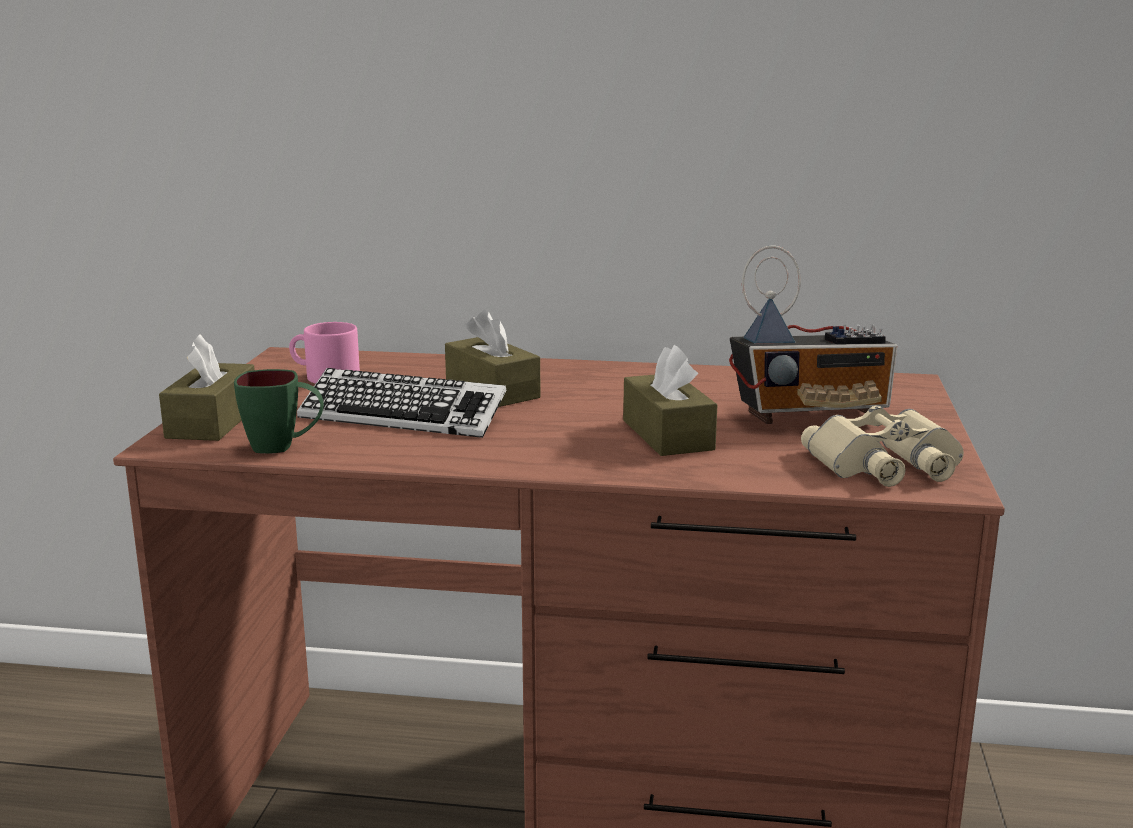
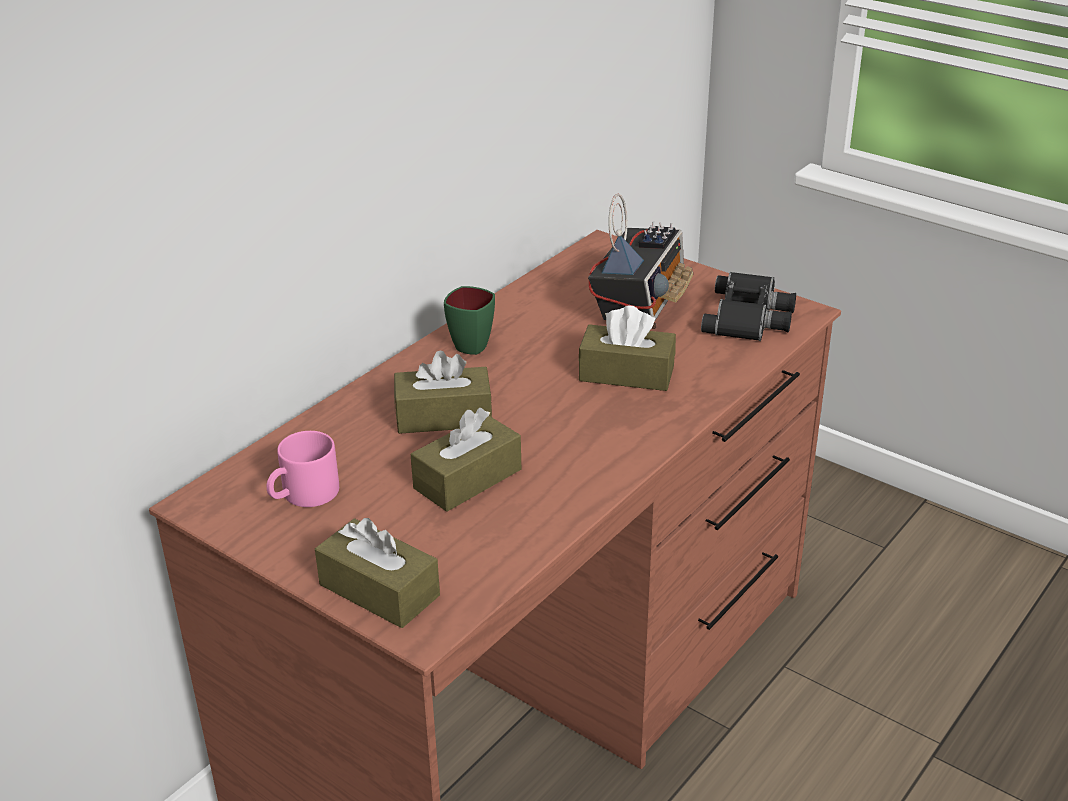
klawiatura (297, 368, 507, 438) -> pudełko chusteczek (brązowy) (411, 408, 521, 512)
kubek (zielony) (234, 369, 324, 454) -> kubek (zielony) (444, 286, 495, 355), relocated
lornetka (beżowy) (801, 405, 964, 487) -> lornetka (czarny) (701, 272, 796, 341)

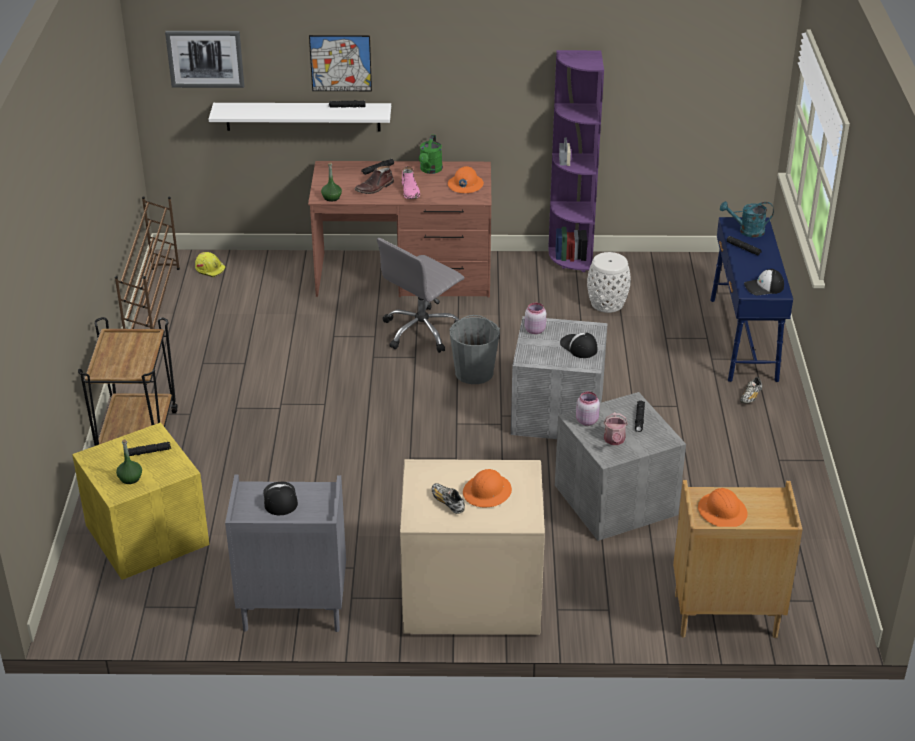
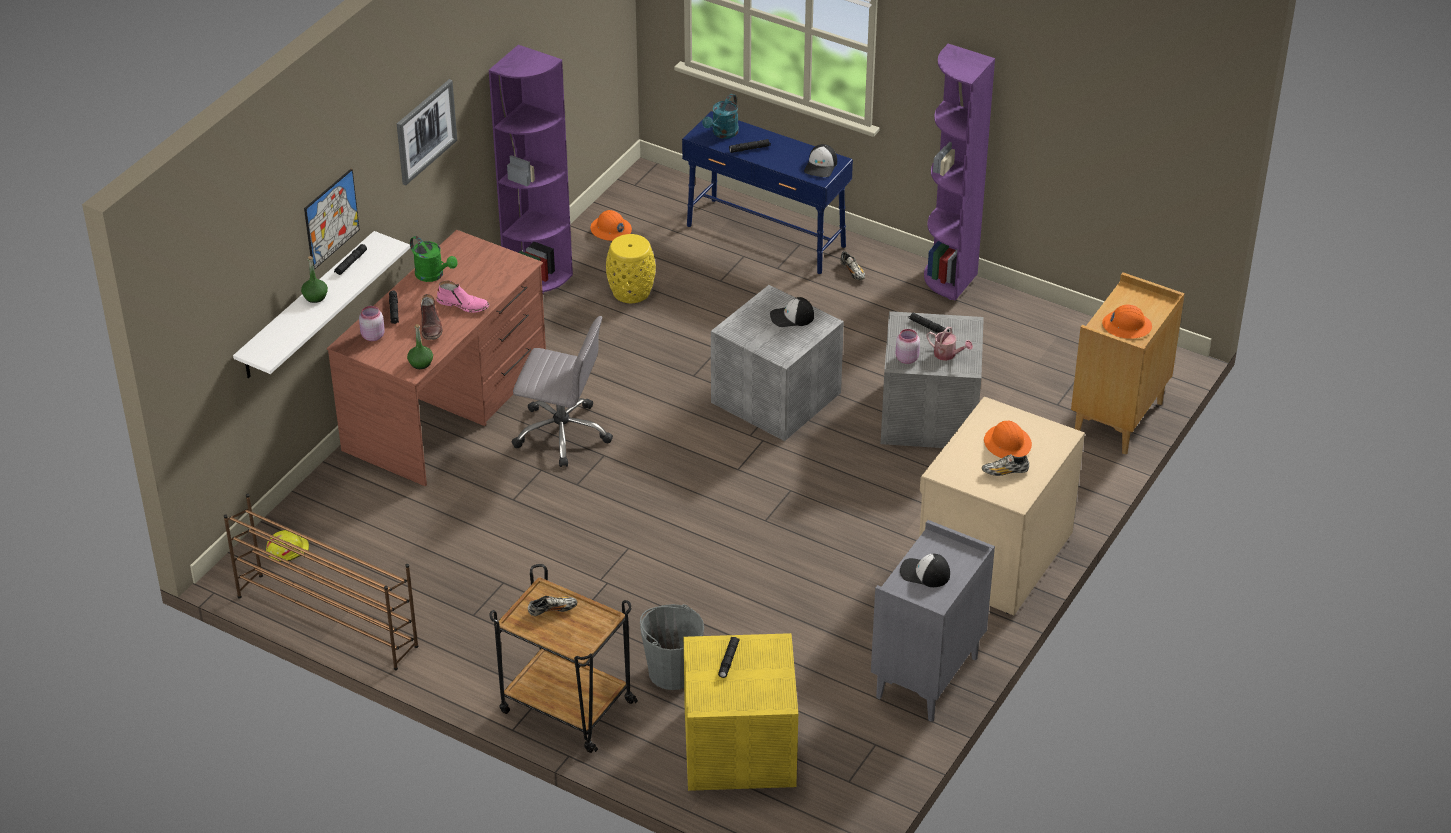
obraz (165, 31, 244, 88) -> obraz (397, 79, 457, 185), relocated
kask (pomarańczowy) (448, 166, 484, 193) -> kask (pomarańczowy) (591, 210, 632, 241), relocated
krzesło biurowe (szary) (377, 238, 464, 353) -> krzesło biurowe (szary) (512, 316, 613, 467), 60 degrees counterclockwise
stołek (biały) (587, 252, 631, 313) -> stołek (żółty) (606, 234, 656, 303)
słoik (różowy) (525, 303, 546, 334) -> słoik (różowy) (359, 306, 385, 341), relocated
wiadro (szary) (449, 315, 500, 384) -> wiadro (szary) (640, 604, 704, 690), relocated
butelka (zielony) (116, 439, 142, 484) -> butelka (zielony) (301, 256, 328, 303), relocated
none -> regał (fioletowy) (924, 44, 995, 301)
none -> but (528, 596, 577, 616)

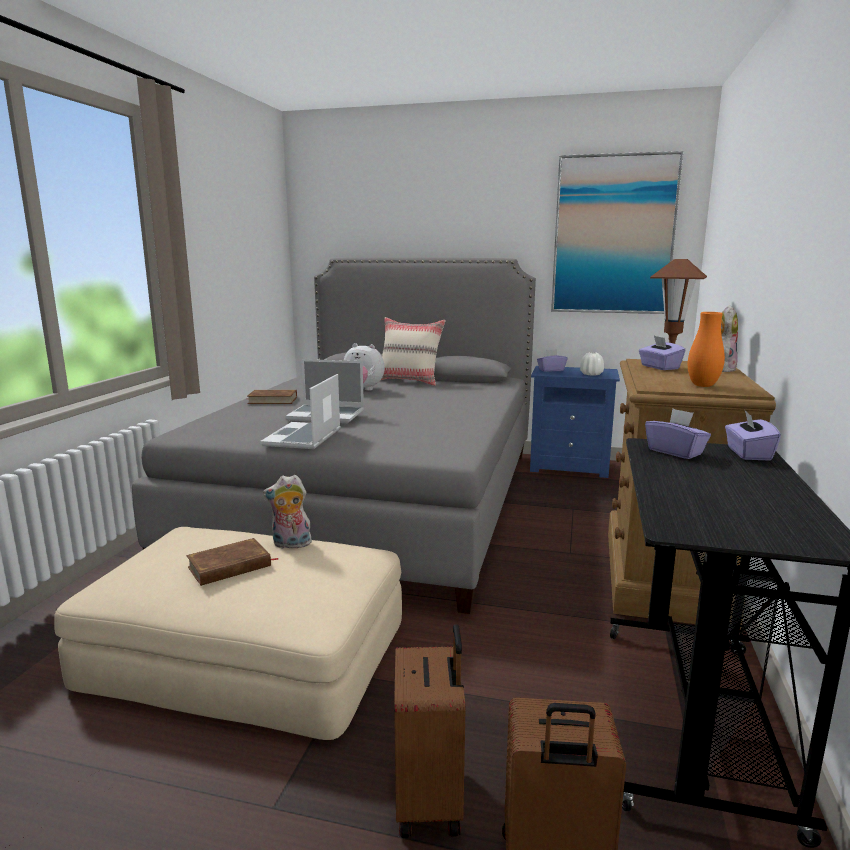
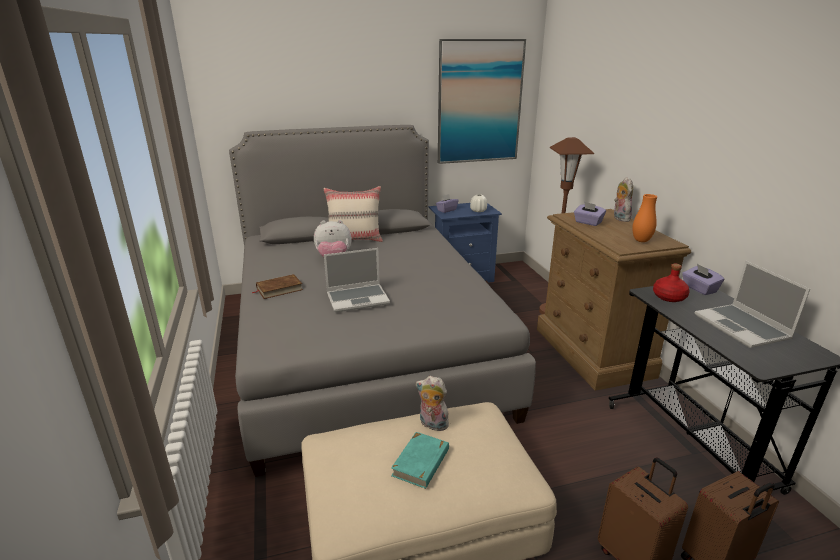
laptop (260, 374, 341, 449) -> laptop (695, 261, 810, 348), relocated
pudełko chusteczek (fioletowy) (645, 409, 711, 459) -> butelka (czerwony) (653, 264, 690, 302)
pluszak (263, 475, 313, 549) -> pluszak (416, 376, 449, 431), 60 degrees clockwise
książka (brązowy) (186, 538, 278, 586) -> książka (turkusowy) (391, 432, 449, 489)

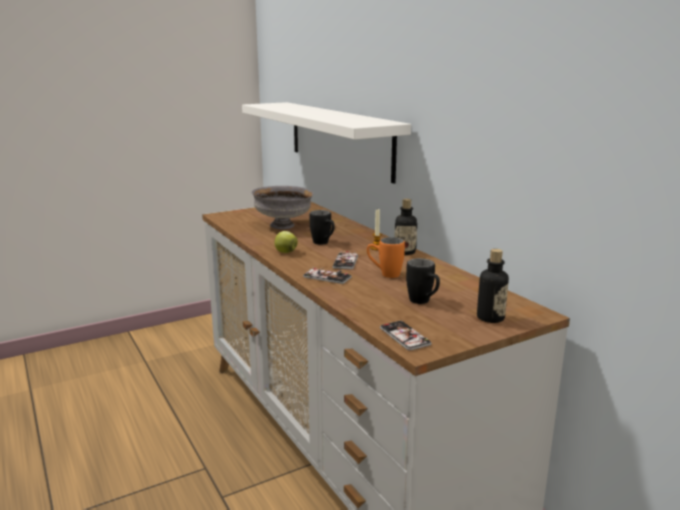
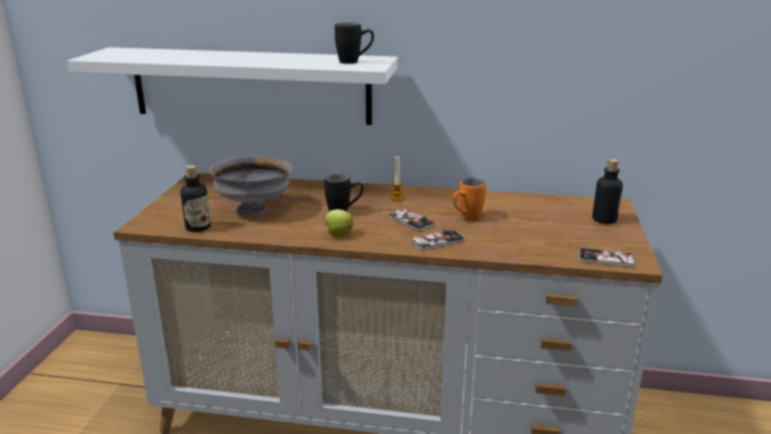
butelka (395, 199, 417, 255) -> butelka (181, 165, 211, 232), relocated
kubek (czarny) (406, 258, 440, 304) -> kubek (czarny) (335, 22, 374, 64), relocated

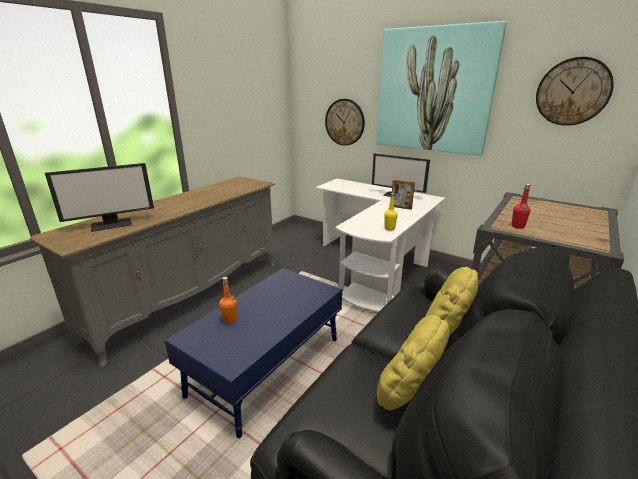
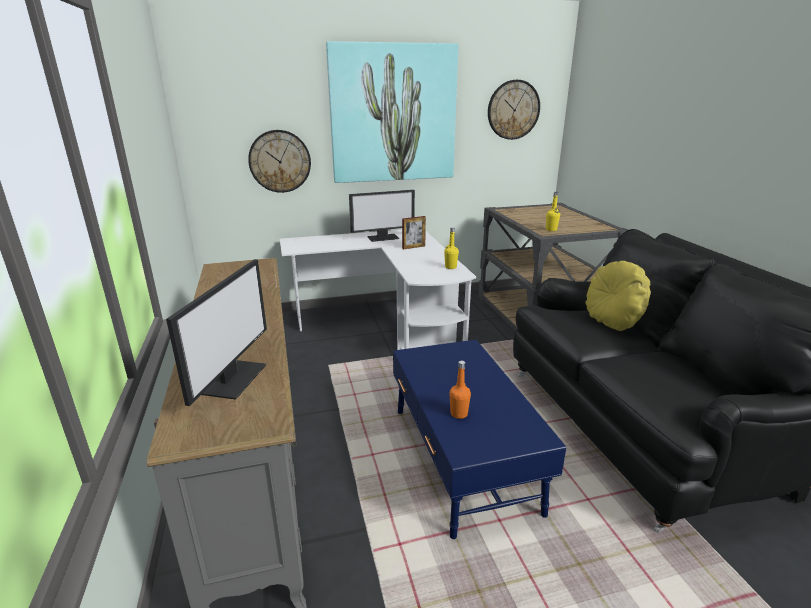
butelka (czerwony) (511, 184, 531, 229) -> butelka (żółty) (546, 191, 560, 231)
poduszka (żółty) (377, 315, 450, 410) -> none

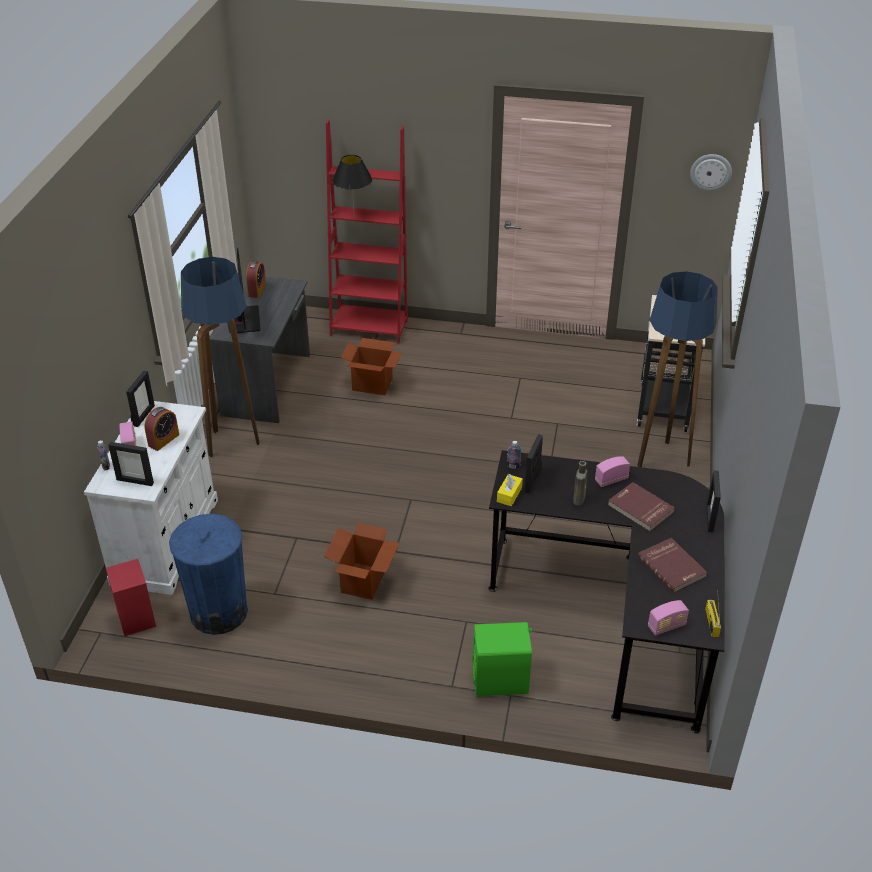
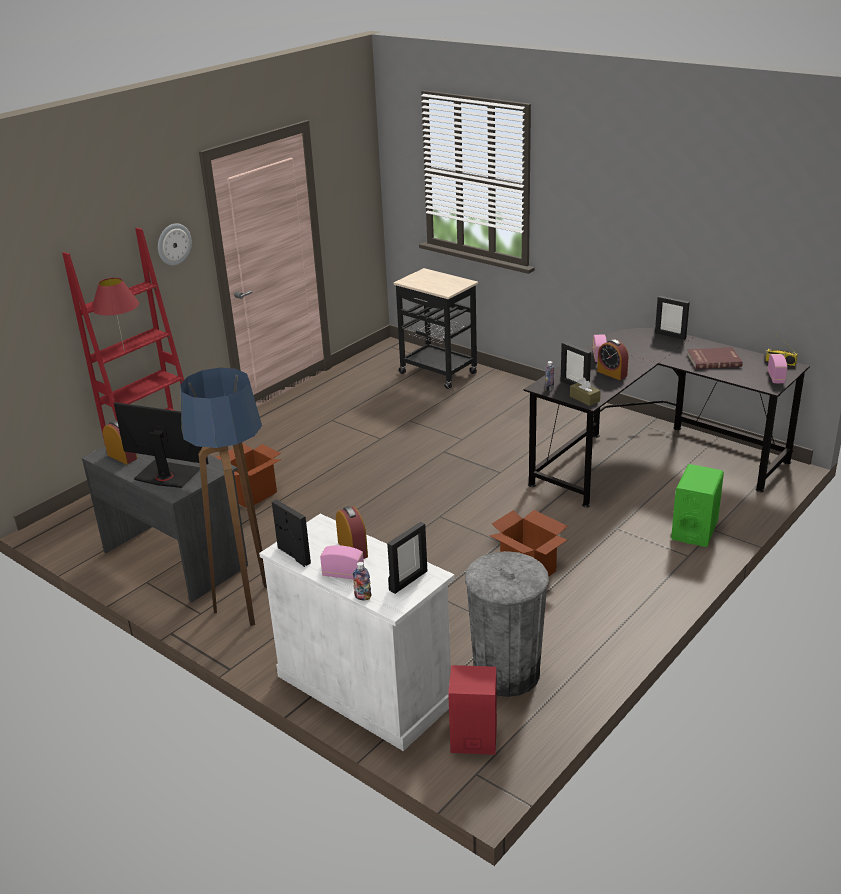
zegar ścienny (690, 154, 732, 191) -> zegar ścienny (158, 223, 192, 265), relocated
lampa stołowa (czarny) (332, 155, 373, 209) -> lampa stołowa (czerwony) (92, 278, 139, 351)
lampa stojąca (637, 271, 718, 467) -> none
butelka (brązowy) (573, 461, 588, 506) -> budzik (597, 339, 628, 380)
pudełko chusteczek (żółty) (497, 474, 523, 506) -> pudełko chusteczek (brązowy) (570, 378, 601, 406)
książka (czerwony) (608, 482, 675, 531) -> none
kosz na śmieci (niebieski) (169, 514, 248, 635) -> kosz na śmieci (szary) (465, 551, 549, 697)

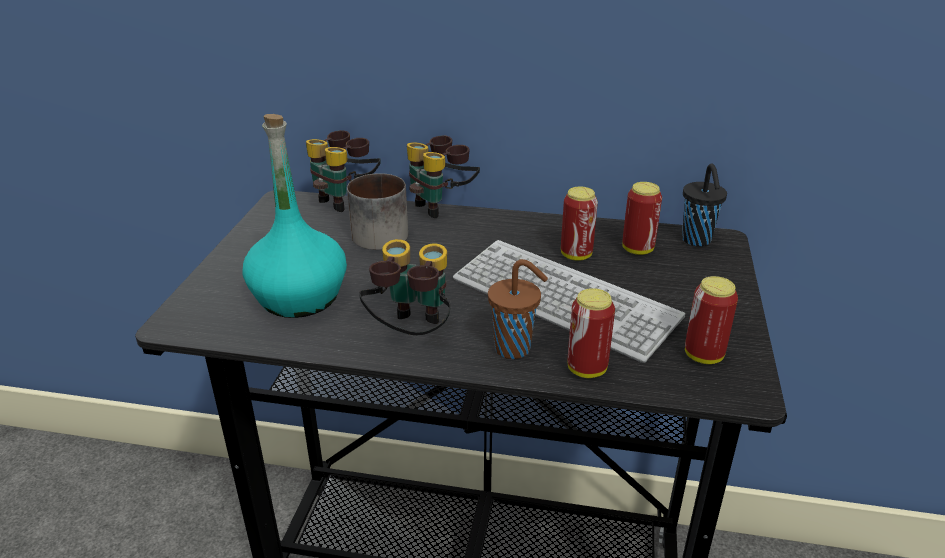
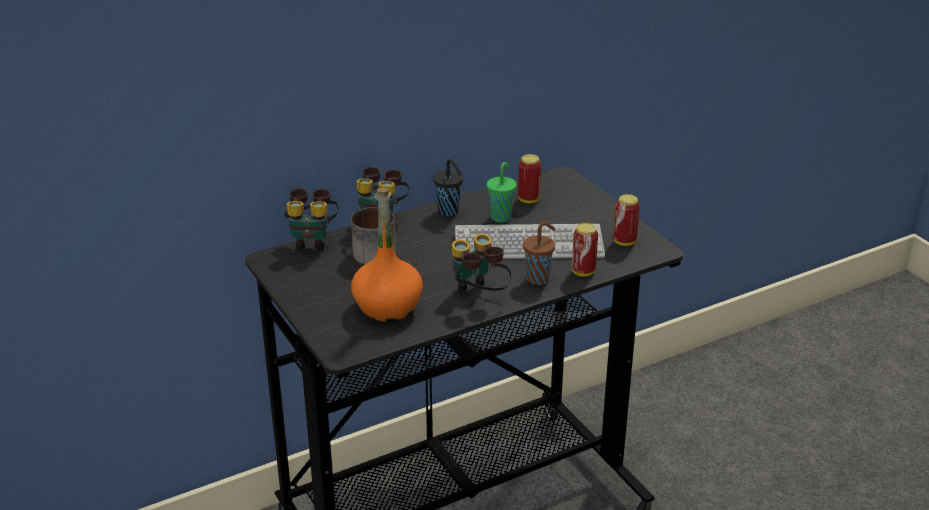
butelka (turkusowy) (242, 114, 347, 318) -> butelka (pomarańczowy) (351, 188, 423, 322)
filiżanka (czarny) (682, 164, 727, 246) -> filiżanka (czarny) (433, 159, 463, 216), relocated
puszka (561, 186, 598, 261) -> filiżanka (zielony) (487, 162, 517, 223)

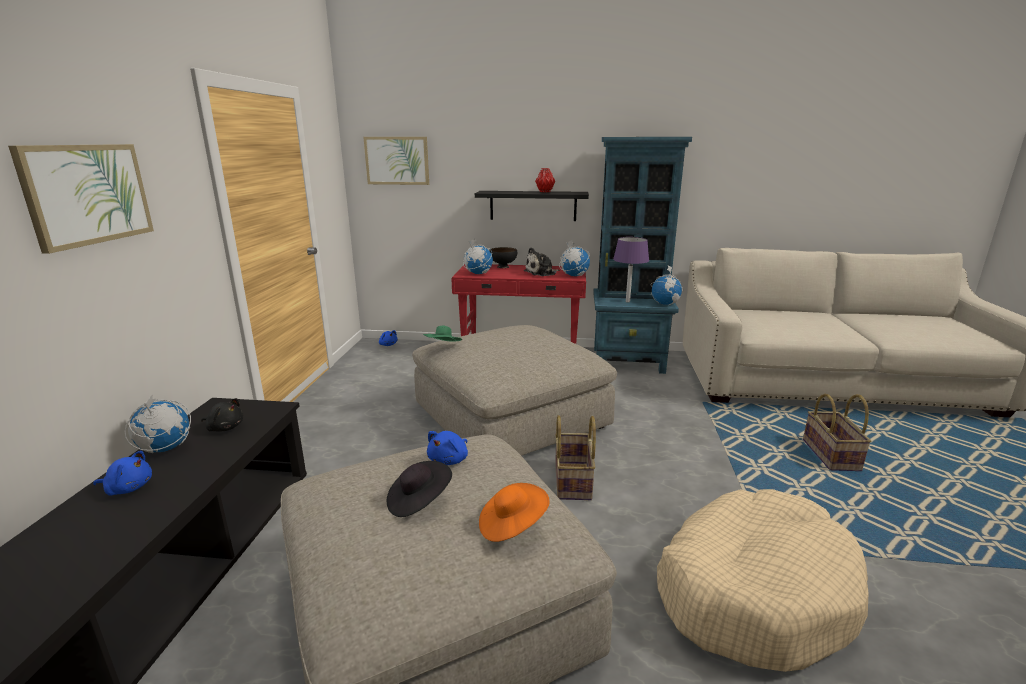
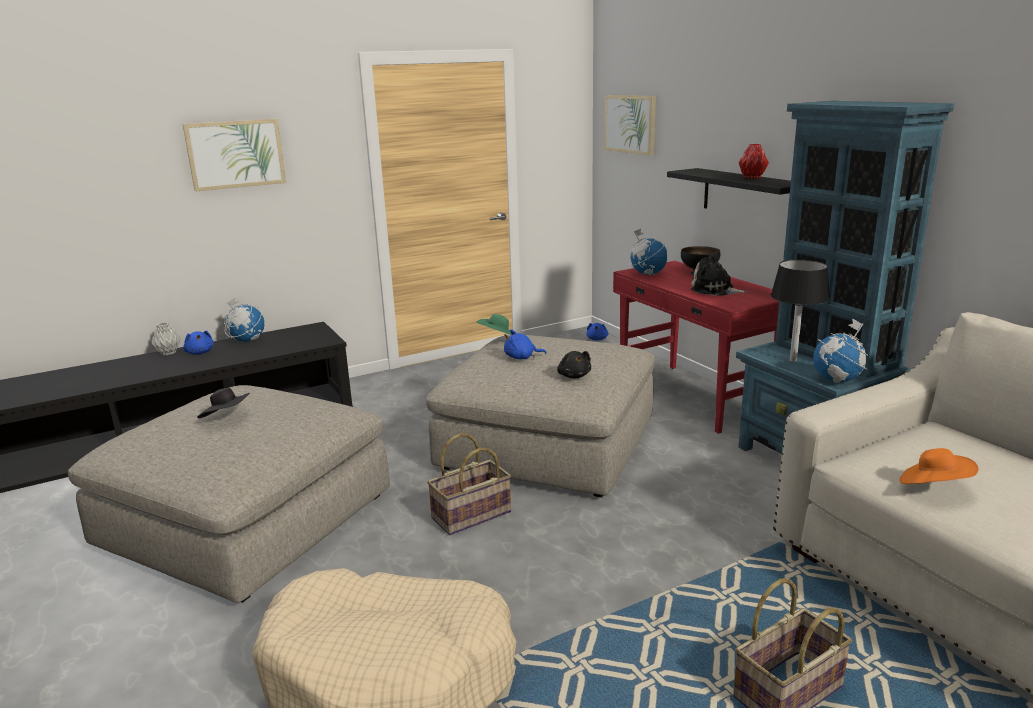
lampa stołowa (fioletowy) (613, 237, 649, 303) -> lampa stołowa (czarny) (771, 259, 830, 362)
globus (559, 240, 590, 276) -> none
pluszak (czarny) (201, 398, 243, 431) -> pluszak (czarny) (557, 351, 591, 378), relocated
pluszak (niebieski) (427, 431, 468, 465) -> pluszak (niebieski) (504, 329, 547, 360), relocated
kapelusz (pomarańczowy) (479, 483, 550, 542) -> kapelusz (pomarańczowy) (899, 448, 979, 484), relocated
none -> wazon (szary) (151, 323, 181, 355)

